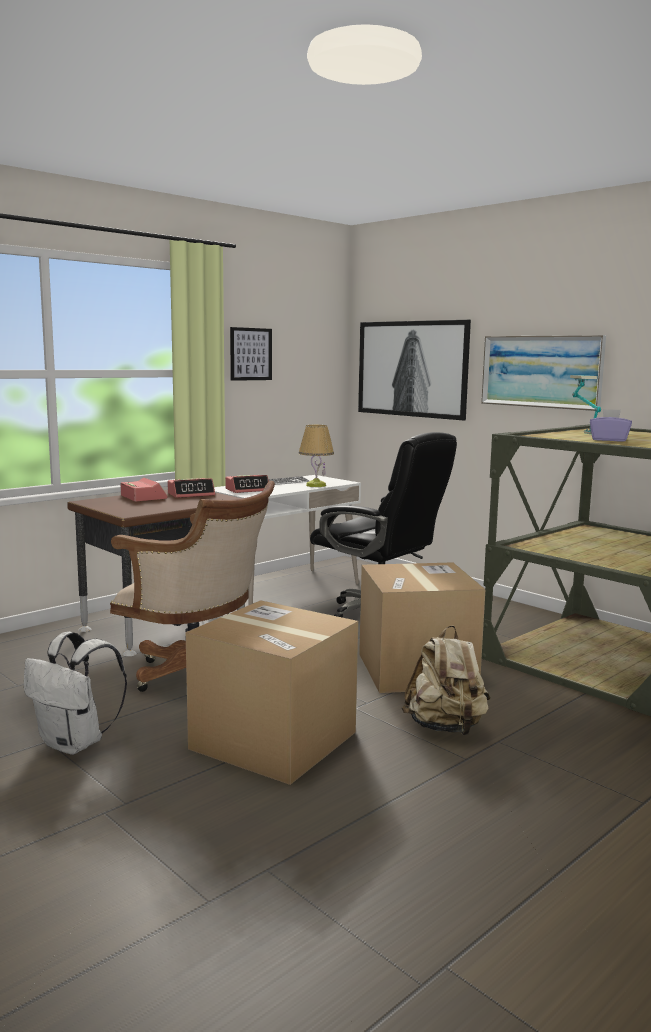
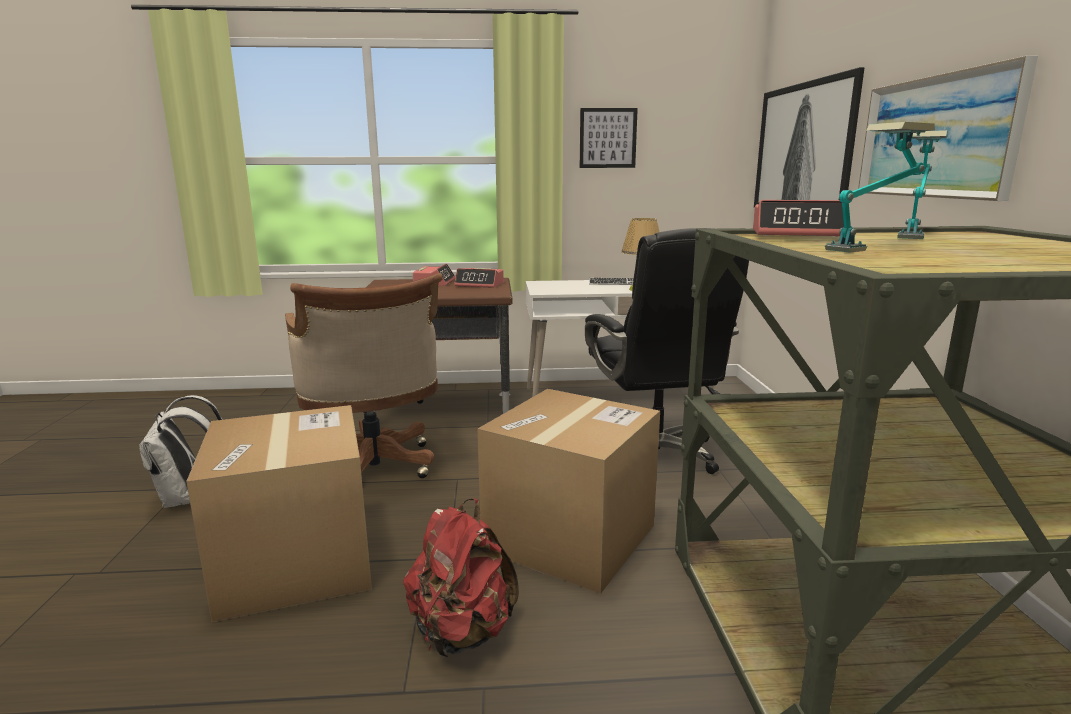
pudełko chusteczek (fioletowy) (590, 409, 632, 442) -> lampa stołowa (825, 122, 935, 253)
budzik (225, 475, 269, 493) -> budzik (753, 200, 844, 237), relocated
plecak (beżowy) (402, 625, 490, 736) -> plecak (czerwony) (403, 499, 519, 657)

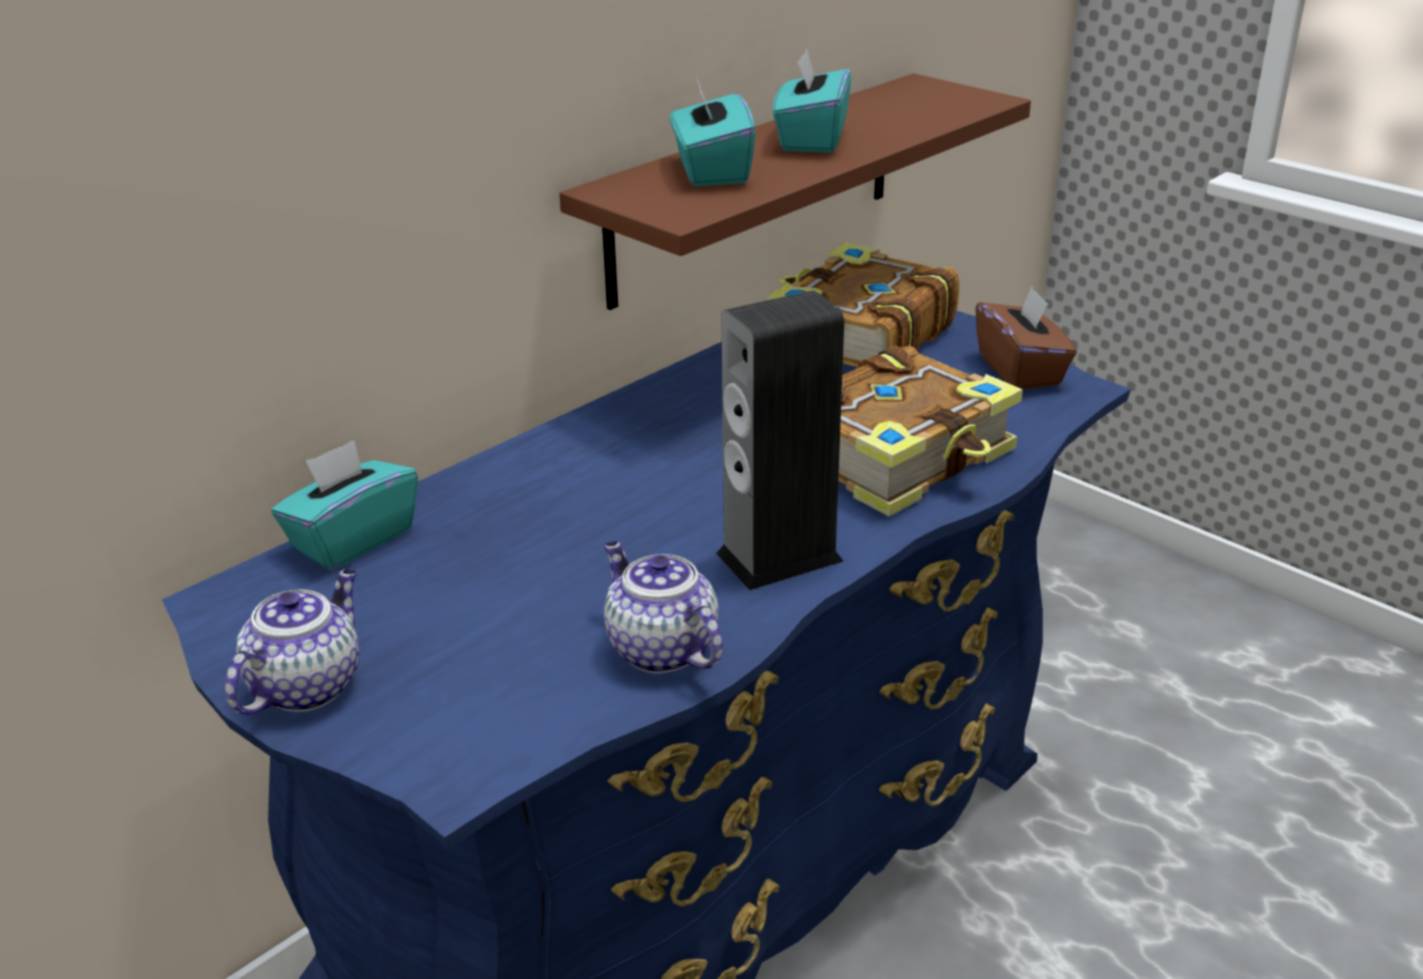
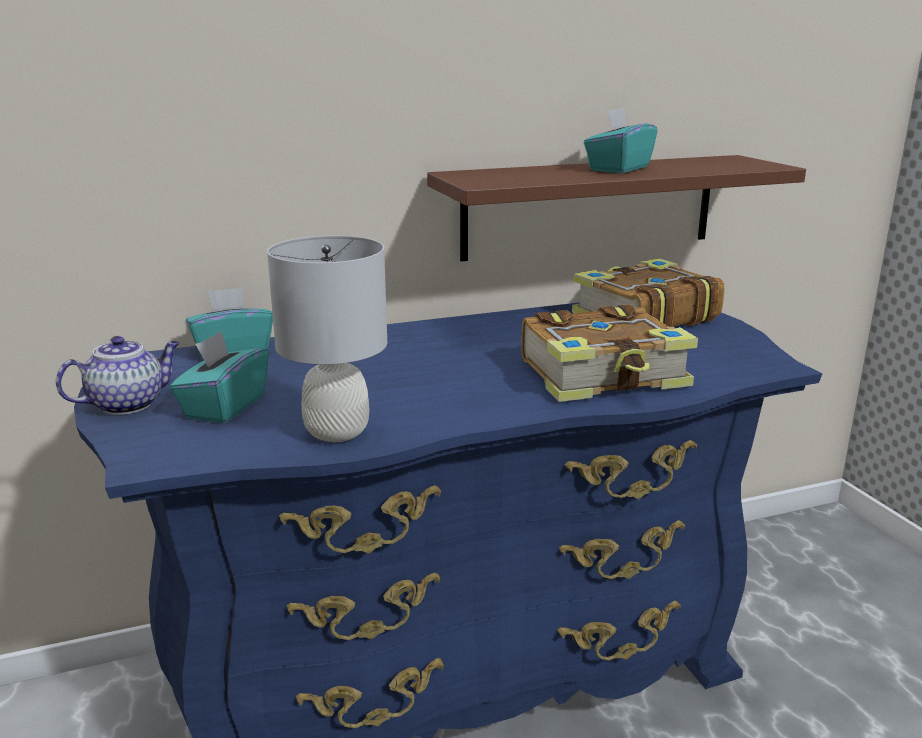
pudełko chusteczek (turkusowy) (670, 78, 756, 186) -> pudełko chusteczek (turkusowy) (170, 331, 269, 423), relocated
pudełko chusteczek (brązowy) (975, 287, 1077, 390) -> none
głośnik (716, 290, 844, 590) -> none
imbryk (604, 541, 723, 673) -> lampa stołowa (szary) (267, 235, 387, 442)

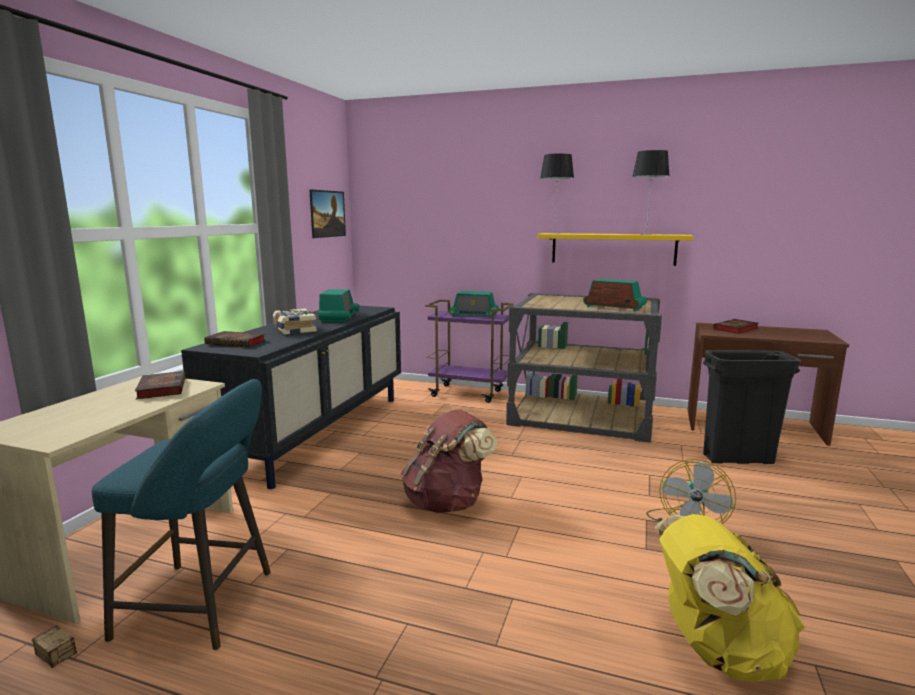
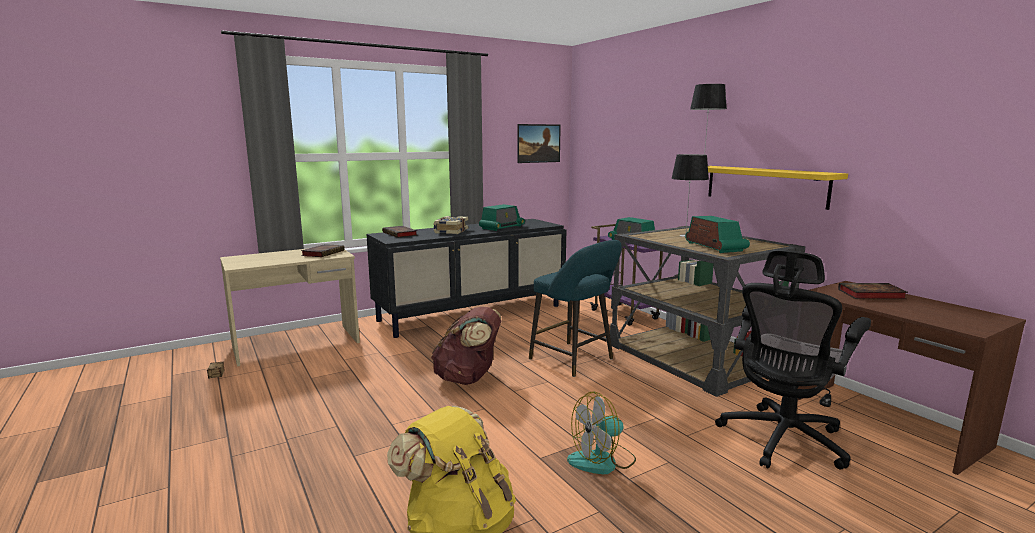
lampa stołowa (632, 150, 670, 235) -> lampa stołowa (671, 154, 709, 237), relocated
kosz na śmieci (czarny) (703, 350, 801, 464) -> krzesło biurowe (715, 250, 871, 470)
stołek (turkusowy) (92, 379, 271, 650) -> stołek (turkusowy) (529, 240, 621, 377), relocated

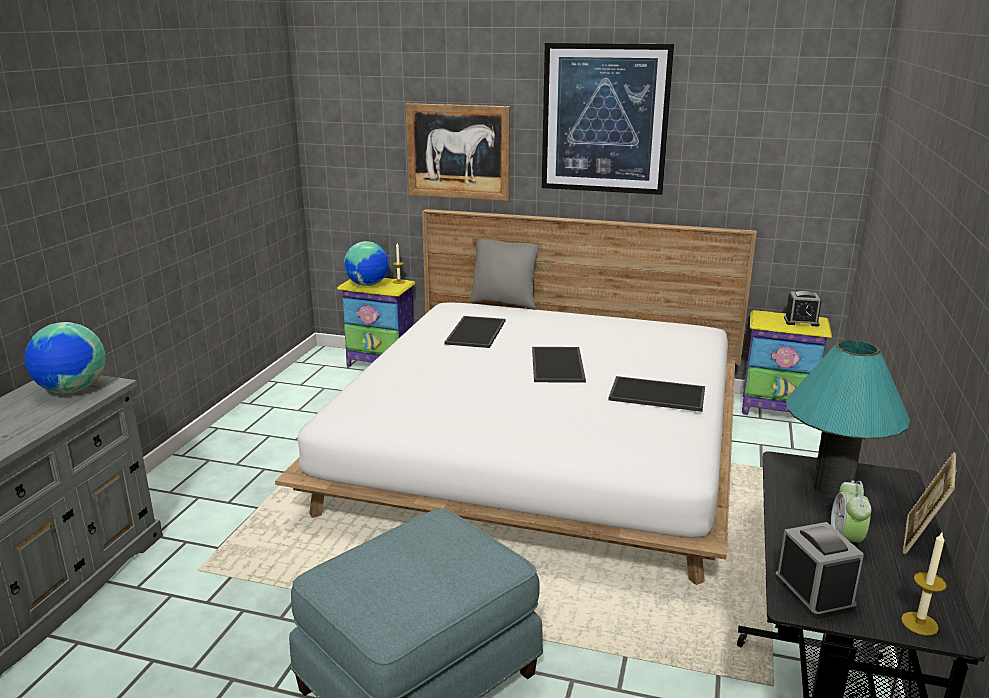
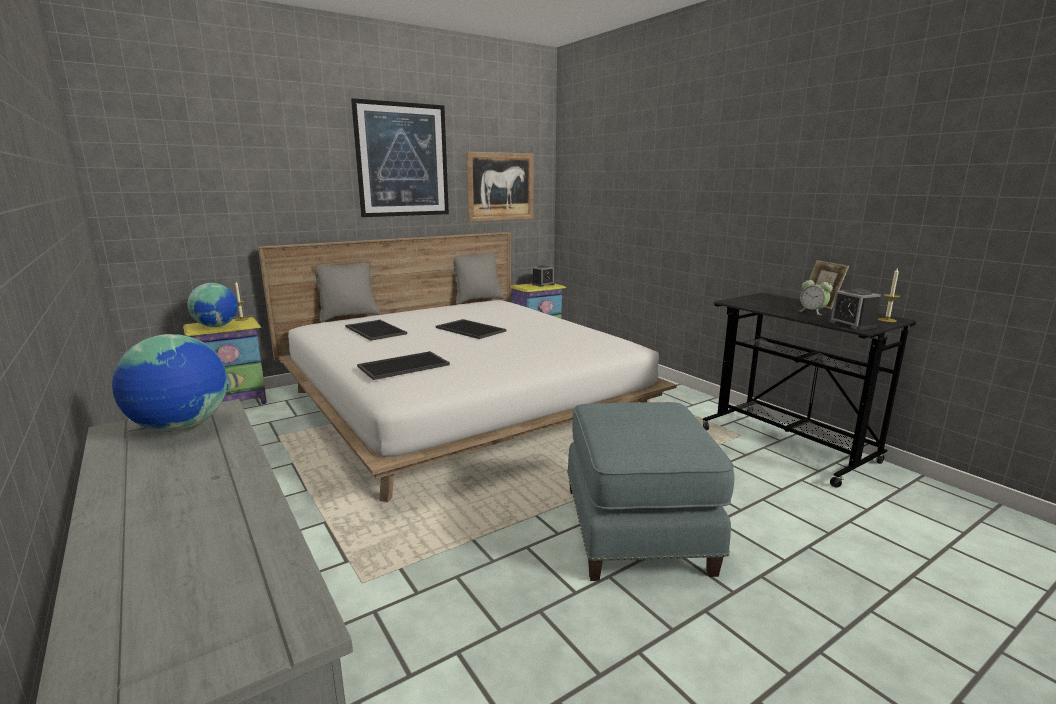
obraz (405, 103, 510, 201) -> obraz (466, 152, 534, 222), relocated
lampa stołowa (turkusowy) (786, 340, 910, 498) -> none
taca (608, 376, 705, 412) -> taca (357, 351, 450, 380), relocated
budzik (775, 522, 864, 619) -> budzik (829, 289, 881, 330), 135 degrees counterclockwise
none -> poduszka (szary) (454, 253, 504, 304)

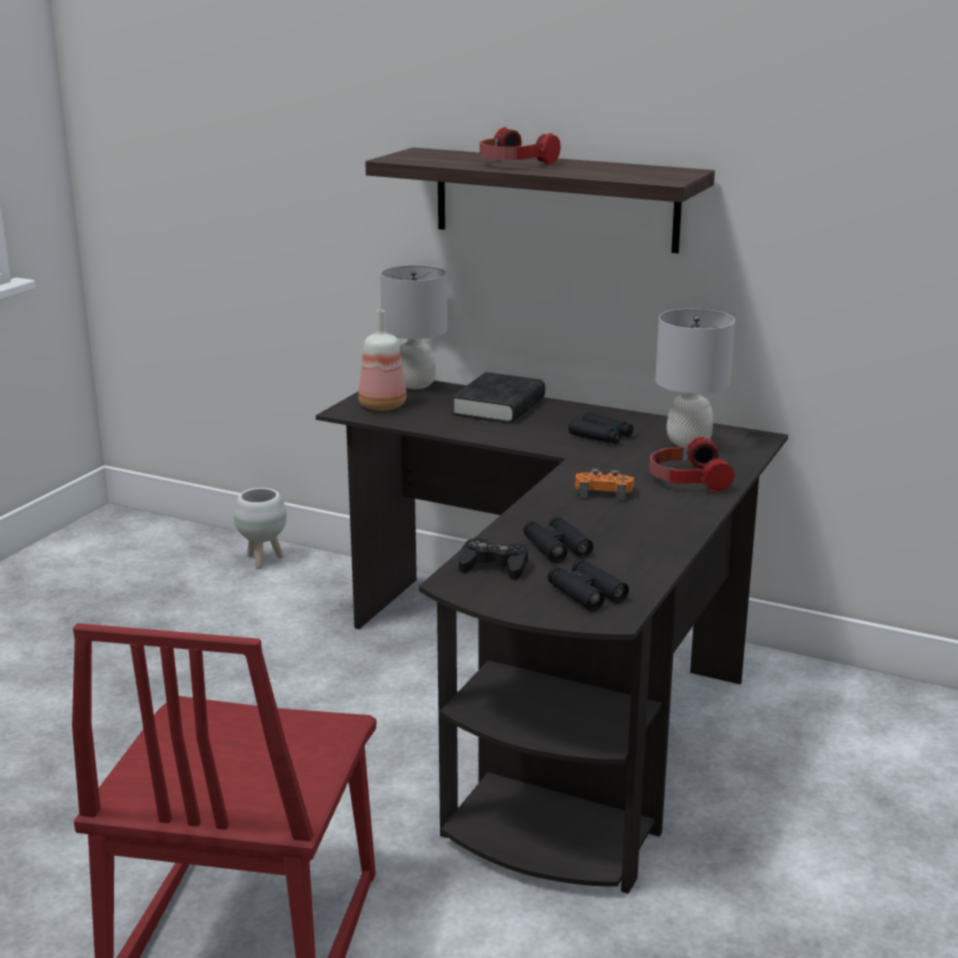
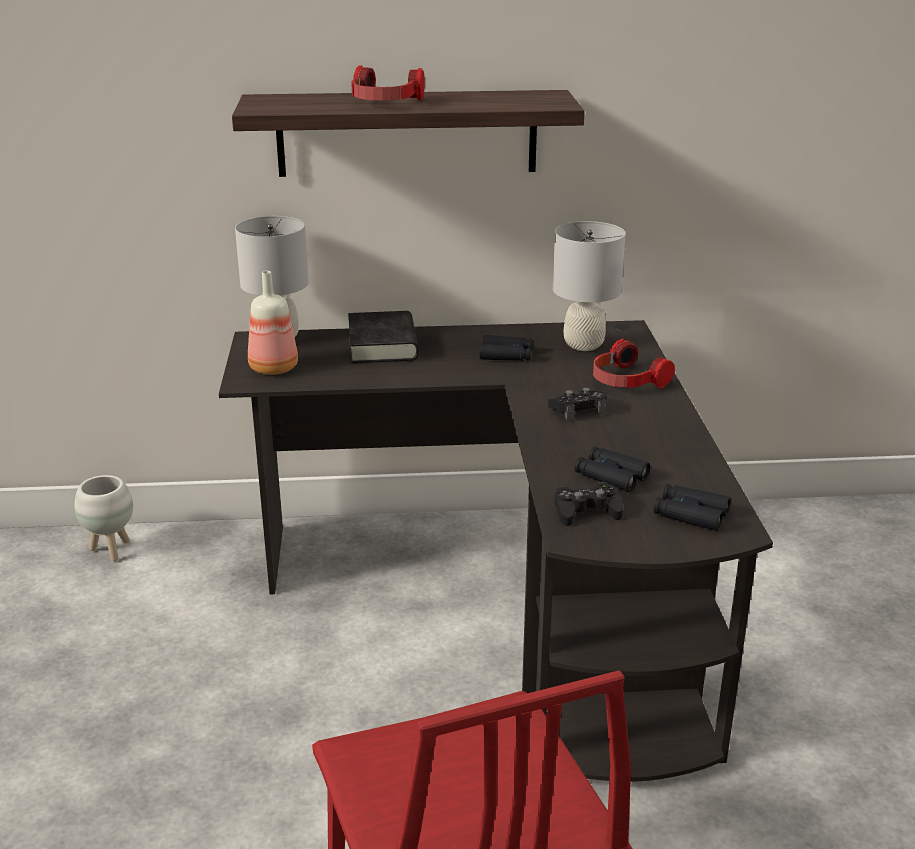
pad do gier (pomarańczowy) (575, 468, 634, 501) -> pad do gier (czarny) (548, 388, 607, 421)

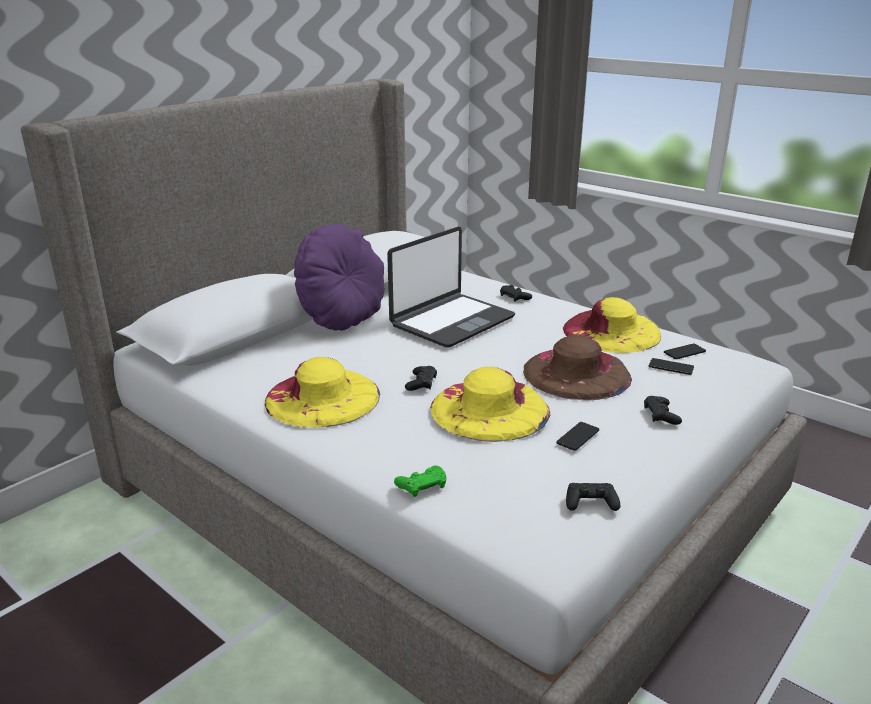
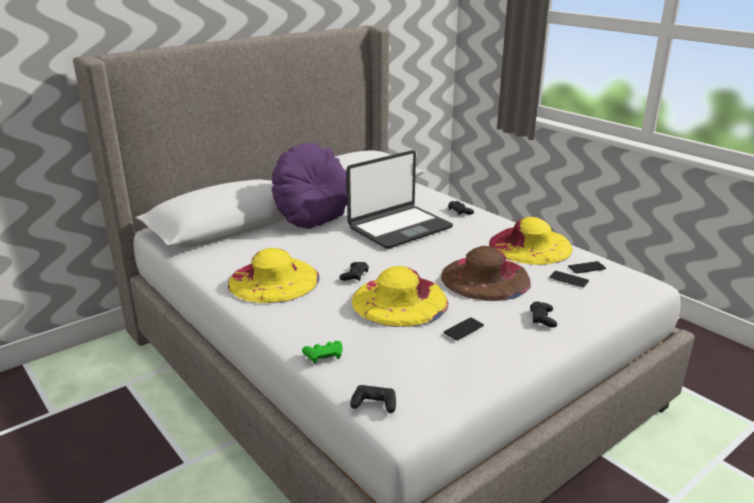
pad do gier (czarny) (566, 483, 620, 511) -> pad do gier (czarny) (350, 385, 396, 413), relocated

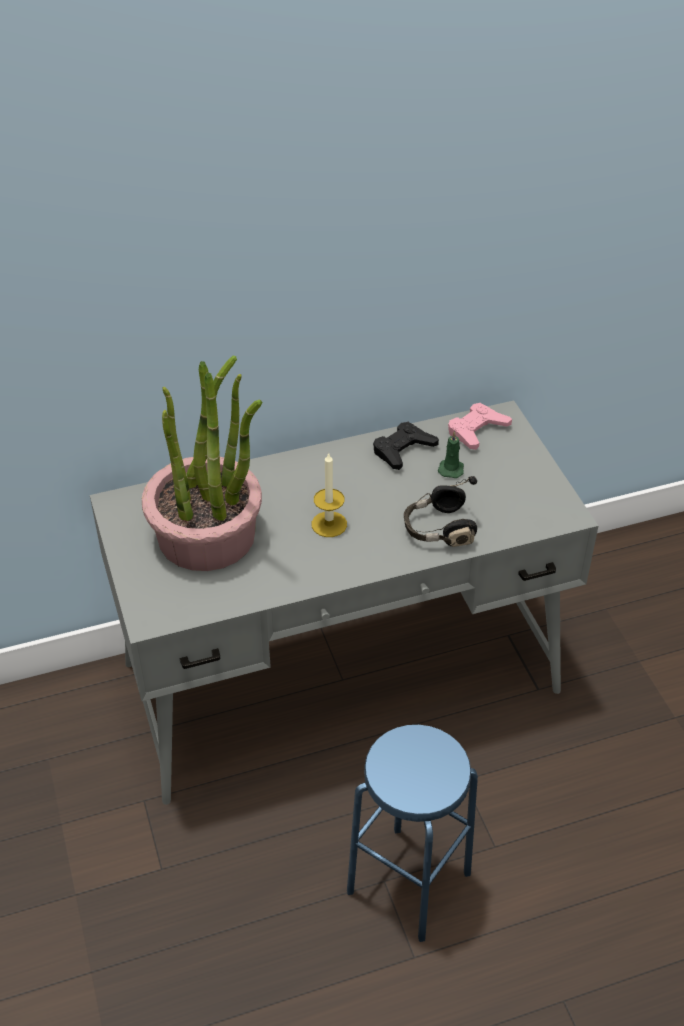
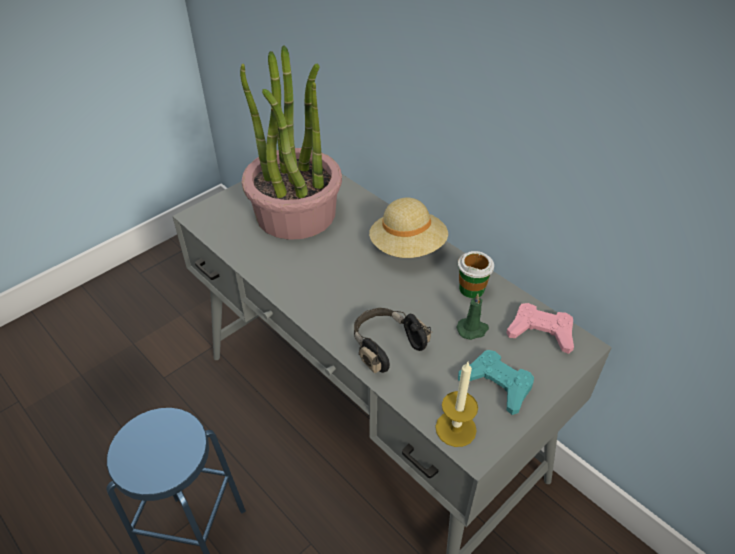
pad do gier (czarny) (373, 422, 439, 470) -> filiżanka (458, 251, 494, 298)
świeca (312, 452, 347, 537) -> świeca (435, 362, 478, 447), relocated
none -> kapelusz (beżowy) (369, 198, 448, 258)
none -> pad do gier (turkusowy) (458, 350, 534, 415)

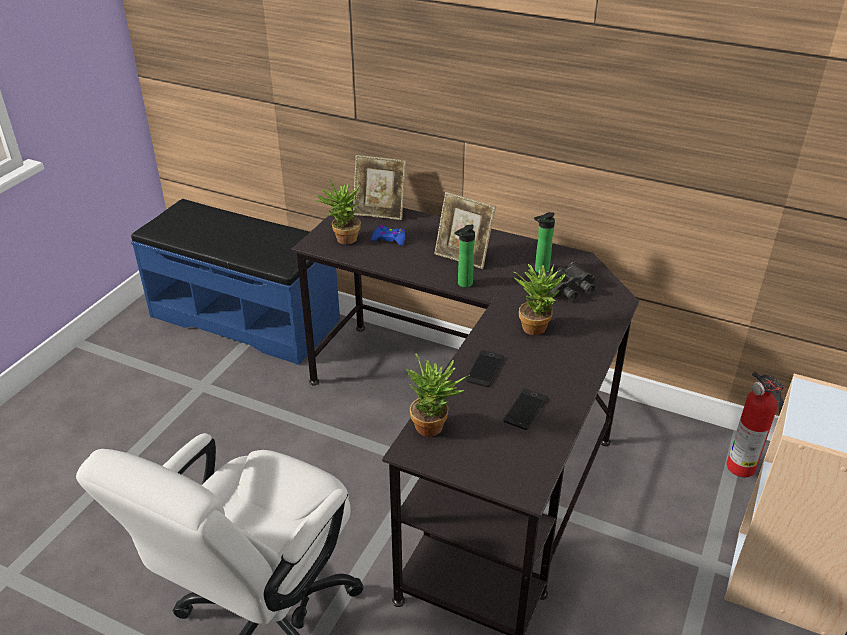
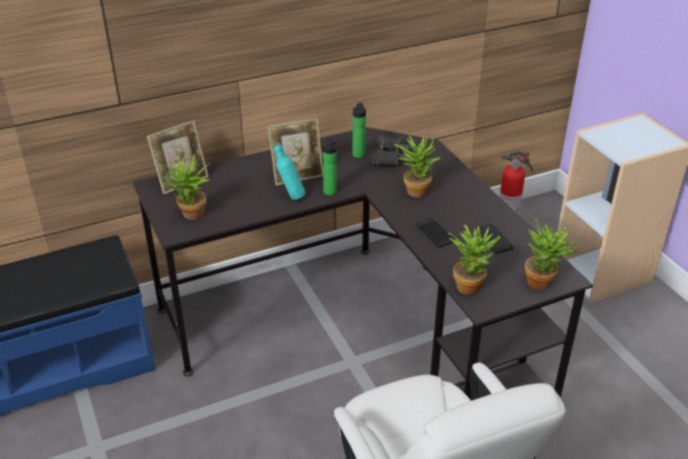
pad do gier (niebieski) (371, 225, 405, 246) -> none
none -> butelka (turkusowy) (274, 143, 305, 200)
none -> roślina doniczkowa (525, 218, 581, 290)

